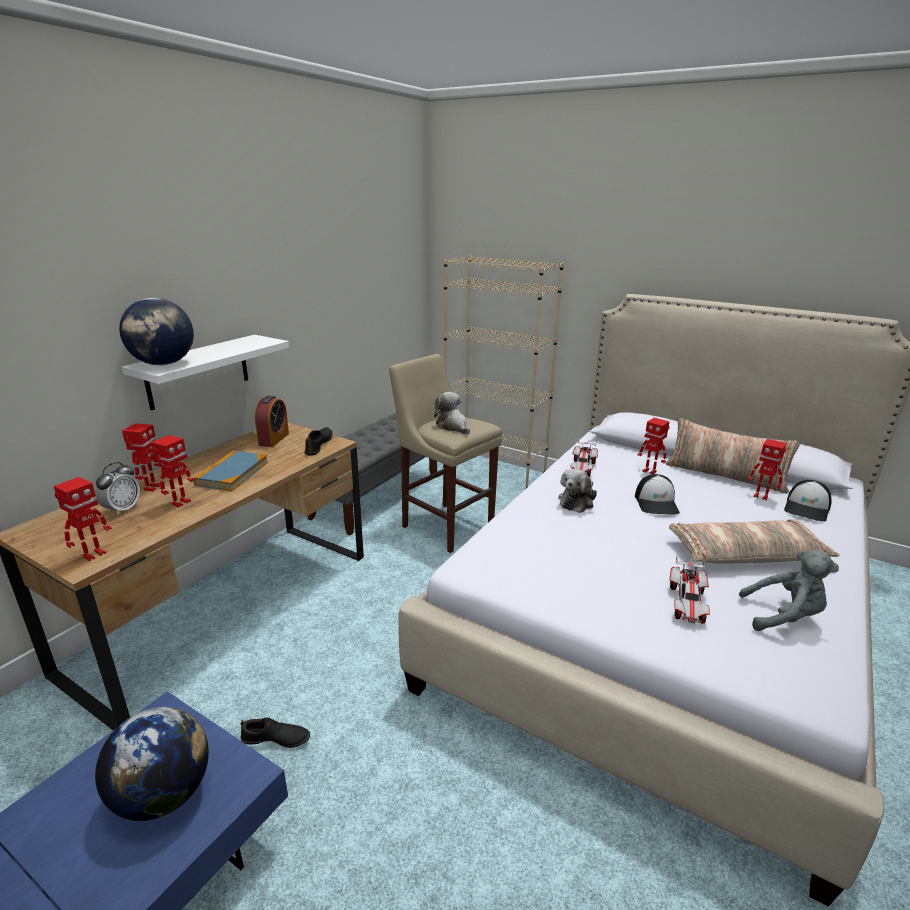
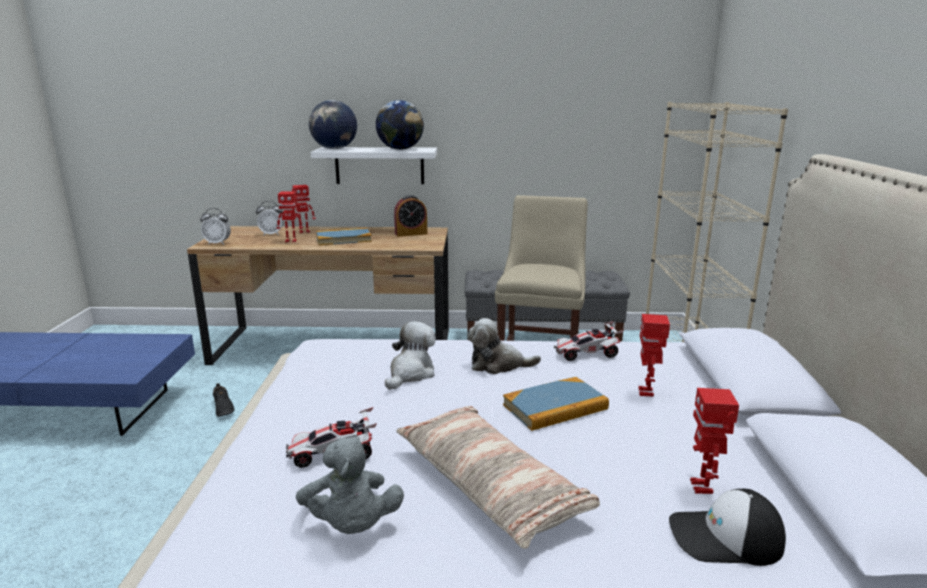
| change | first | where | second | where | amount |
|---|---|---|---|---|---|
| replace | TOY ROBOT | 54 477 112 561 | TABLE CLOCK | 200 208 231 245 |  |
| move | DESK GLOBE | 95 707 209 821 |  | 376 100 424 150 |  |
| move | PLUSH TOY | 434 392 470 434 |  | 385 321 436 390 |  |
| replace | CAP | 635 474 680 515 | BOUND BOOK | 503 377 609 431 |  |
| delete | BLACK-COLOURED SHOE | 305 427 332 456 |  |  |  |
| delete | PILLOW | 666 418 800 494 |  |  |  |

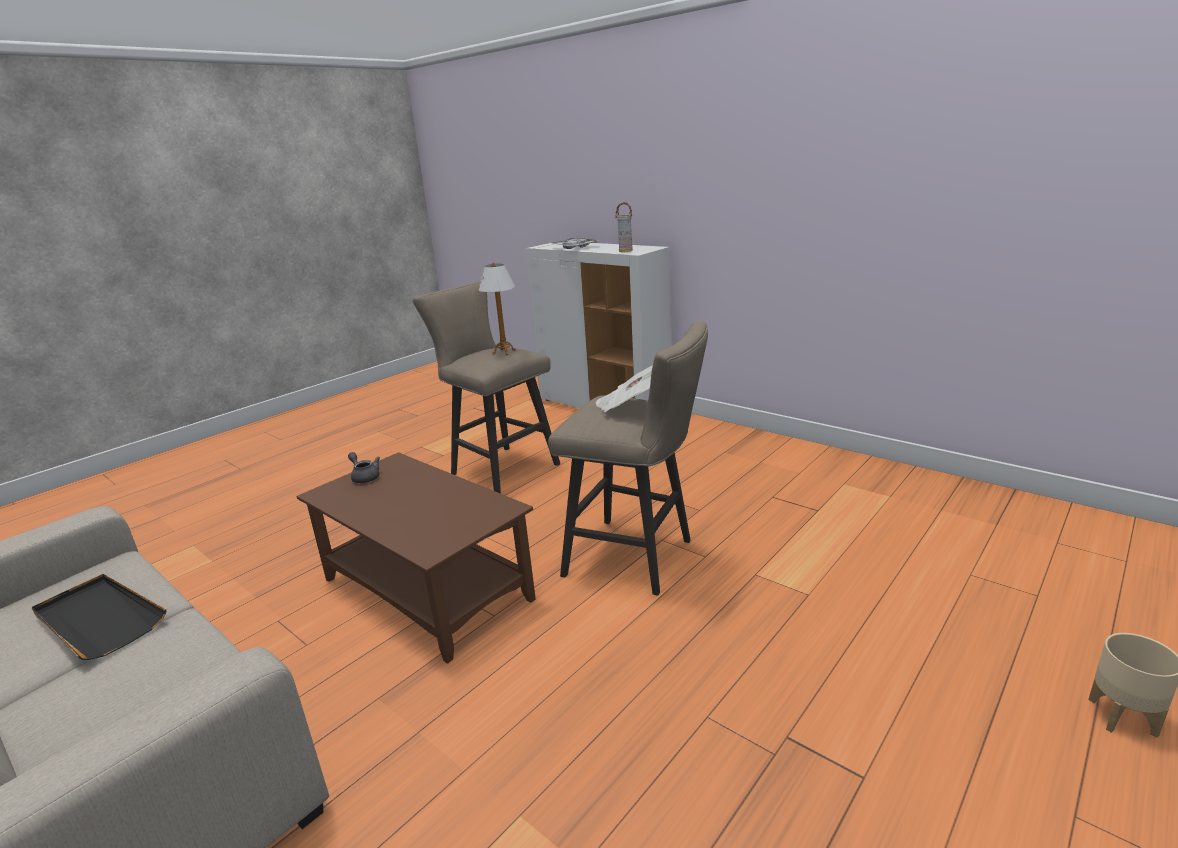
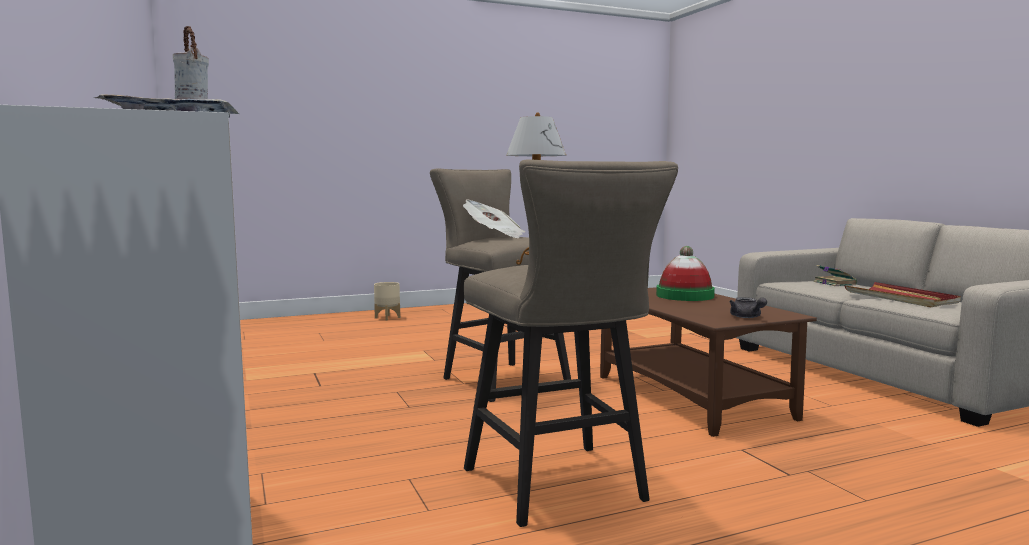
| change | first | where | second | where | amount |
|---|---|---|---|---|---|
| insert |  |  | HAT | 656 246 715 301 |  |
| insert |  |  | BOUND BOOK | 813 265 857 286 |  |
| recolor | BLACK-COLOURED CARRYING TRAY | 31 574 166 660 | RED-COLOURED CARRYING TRAY | 845 282 961 307 |  |

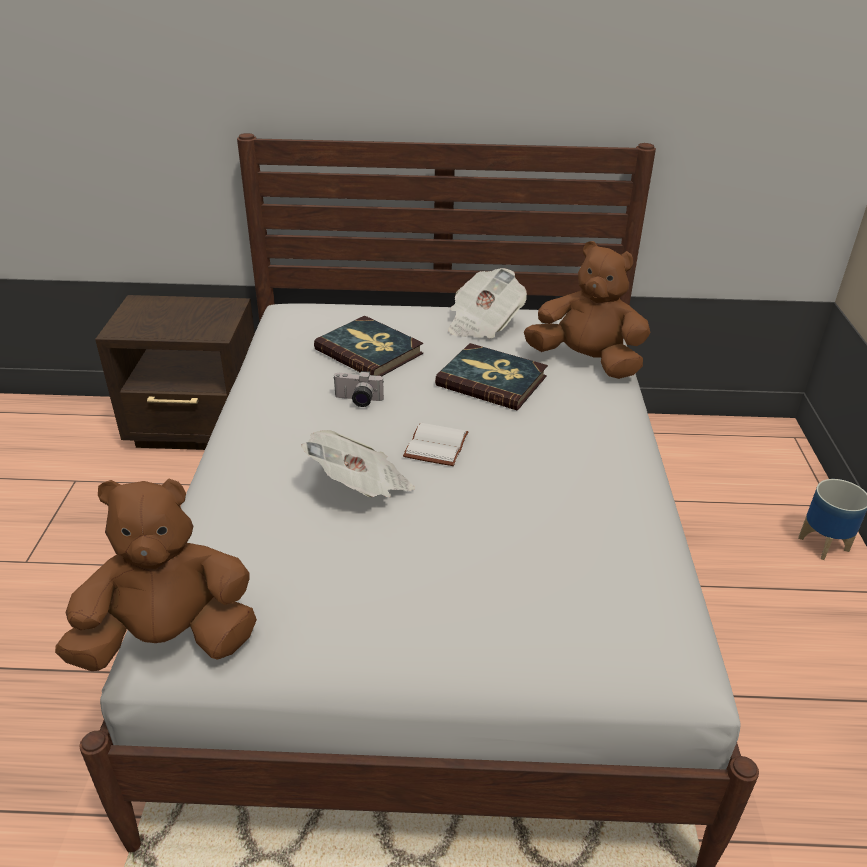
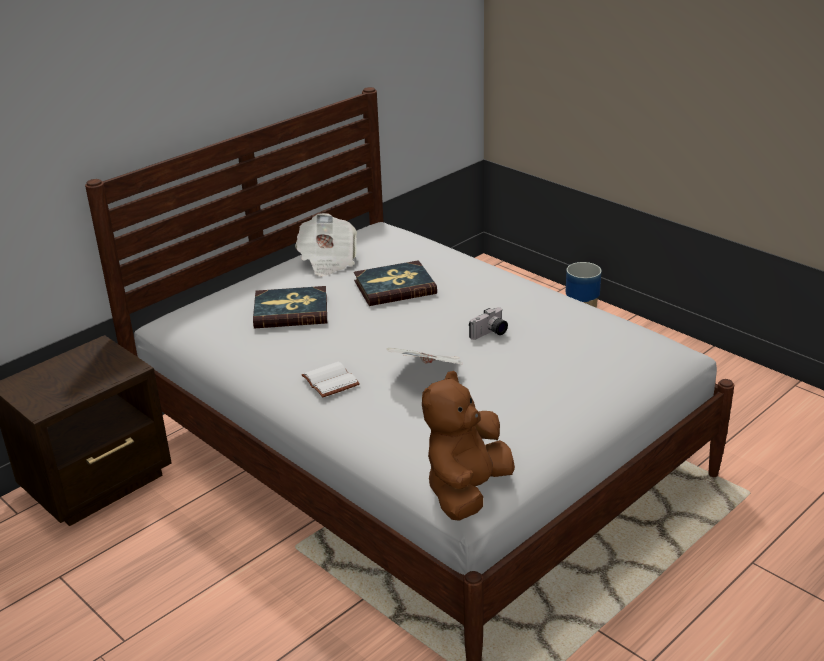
| change | first | where | second | where | amount |
|---|---|---|---|---|---|
| move | WHITE-COLOURED BOUND BOOK | 403 423 468 466 |  | 301 362 360 398 |  |
| move | PHOTO CAMERA | 334 371 384 407 |  | 469 307 508 340 |  |
| delete | BROWNISH PLUSH TOY | 524 241 651 379 |  |  |  |

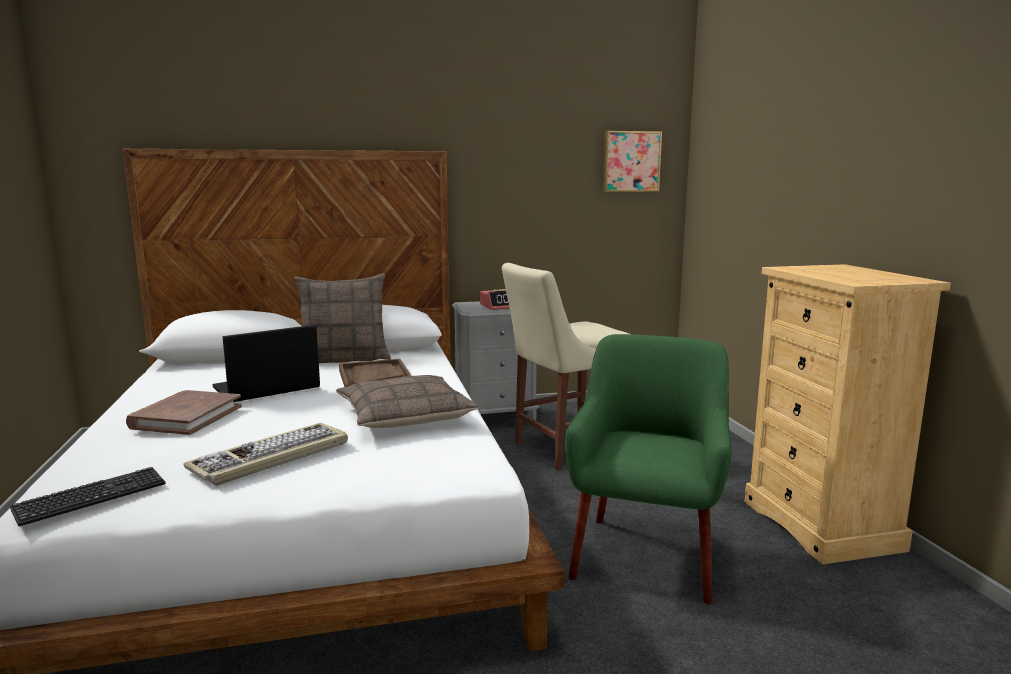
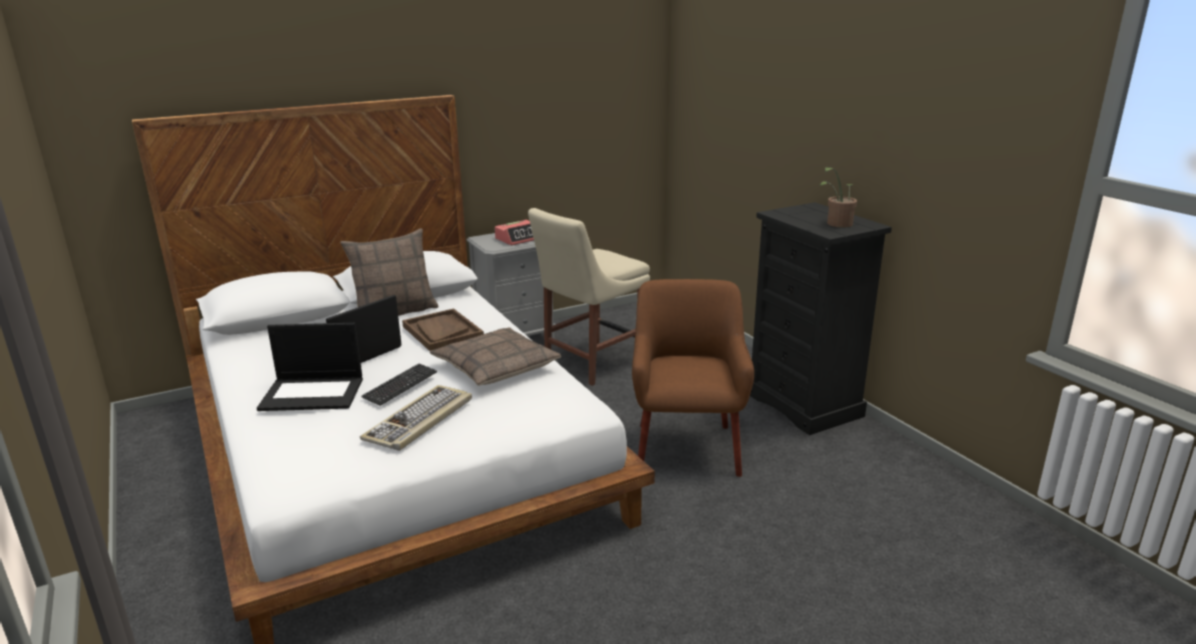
| change | first | where | second | where | amount |
|---|---|---|---|---|---|
| replace | BROWNISH BOUND BOOK | 126 390 242 435 | NOTEBOOK COMPUTER | 257 323 363 411 |  |
| move | KEYBOARD | 9 467 166 526 |  | 361 364 437 406 |  |
| recolor | GREEN-COLOURED EASY CHAIR | 565 334 732 605 | BROWNISH EASY CHAIR | 632 279 754 477 |  |
| recolor | BEIGE CHEST OF DRAWERS | 744 264 951 565 | BLACK-COLOURED CHEST OF DRAWERS | 750 202 892 435 |  |
| insert |  |  | PLANT IN A POT | 819 167 857 227 |  |
| delete | WALL ART | 602 131 662 192 |  |  |  |

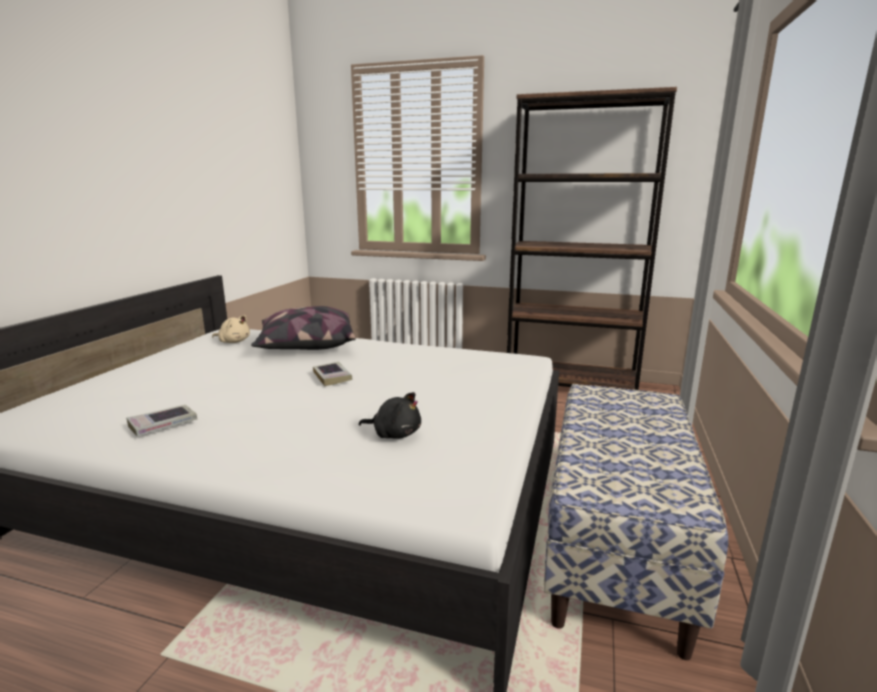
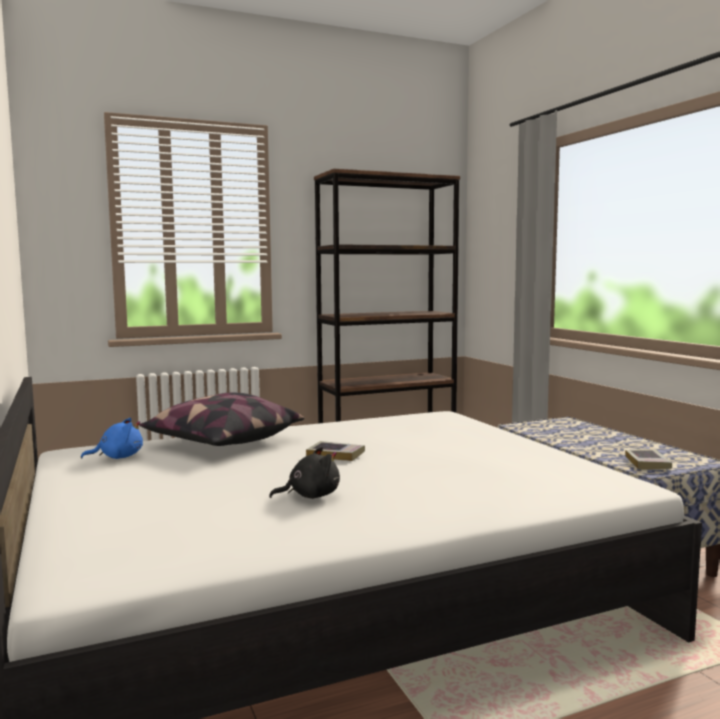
| change | first | where | second | where | amount |
|---|---|---|---|---|---|
| recolor | BEIGE PLUSH TOY | 212 315 250 343 | BLUISH PLUSH TOY | 81 418 143 459 |  |
| move | BLACK-COLOURED PLUSH TOY | 359 392 421 439 |  | 269 447 340 499 |  |
| move | BOUND BOOK | 126 405 197 436 |  | 625 449 672 470 |  |

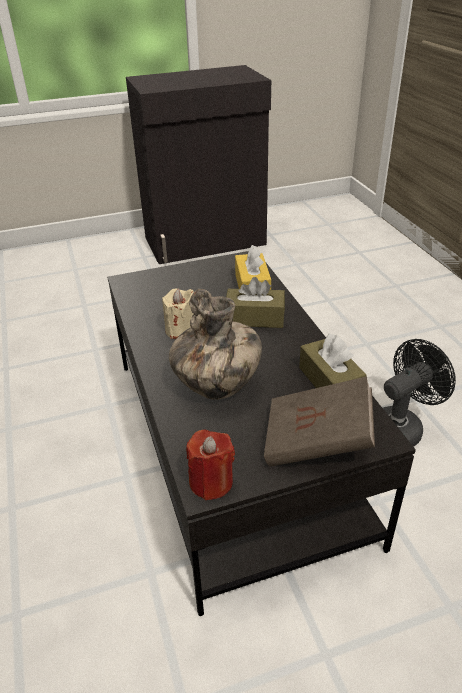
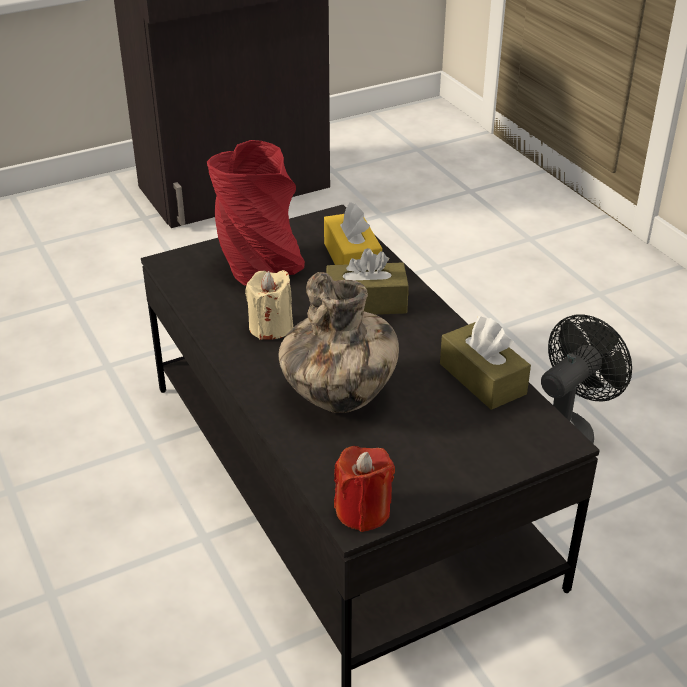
| change | first | where | second | where | amount |
|---|---|---|---|---|---|
| insert |  |  | RED-COLOURED VASE | 207 140 305 286 |  |
| delete | BROWNISH BOUND BOOK | 264 376 375 467 |  |  |  |

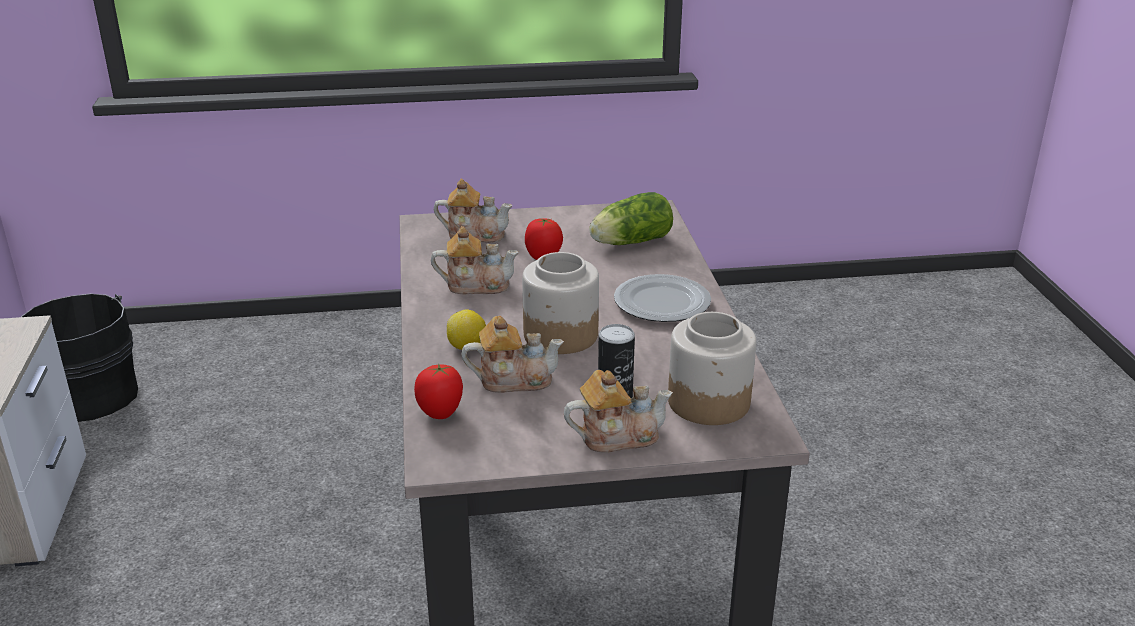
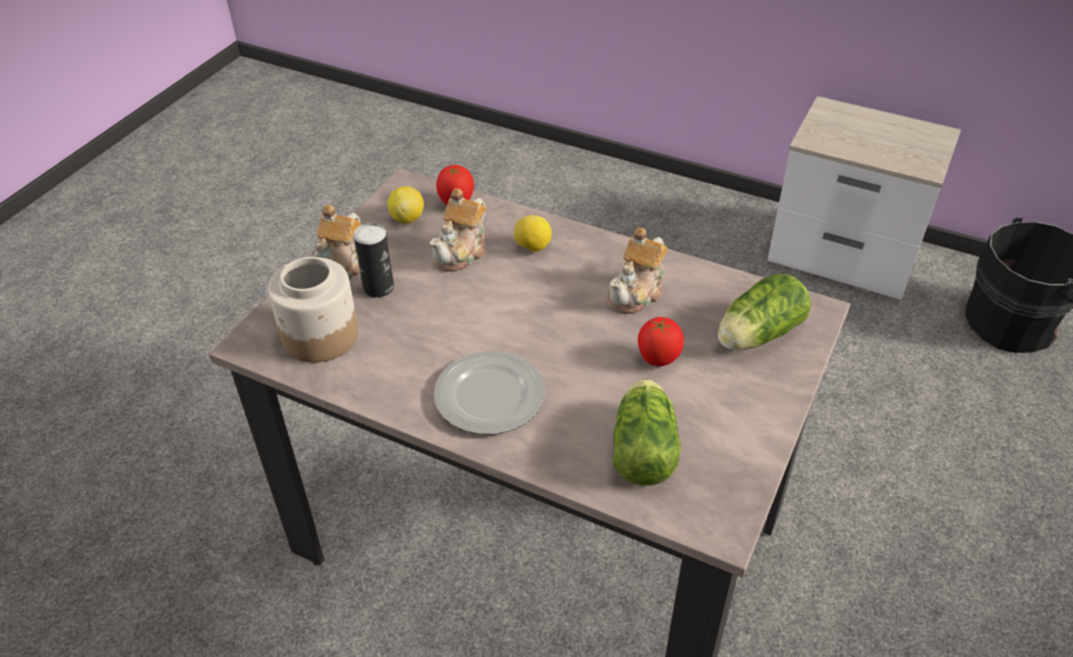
| change | first | where | second | where | amount |
|---|---|---|---|---|---|
| insert |  |  | CITRUS FRUIT | 387 186 424 223 |  |
| replace | TEA POT | 434 179 512 243 | HEAD OF LETTUCE | 718 274 811 350 |  |
| delete | STORAGE JAR | 522 252 599 354 |  |  |  |

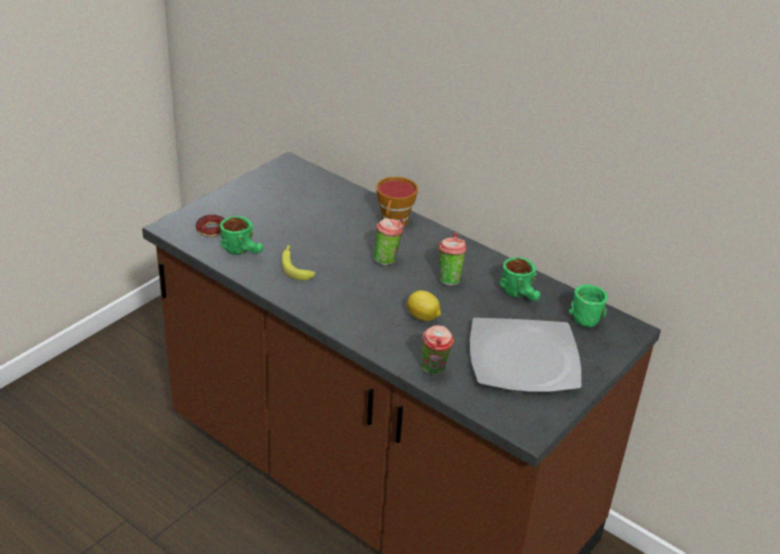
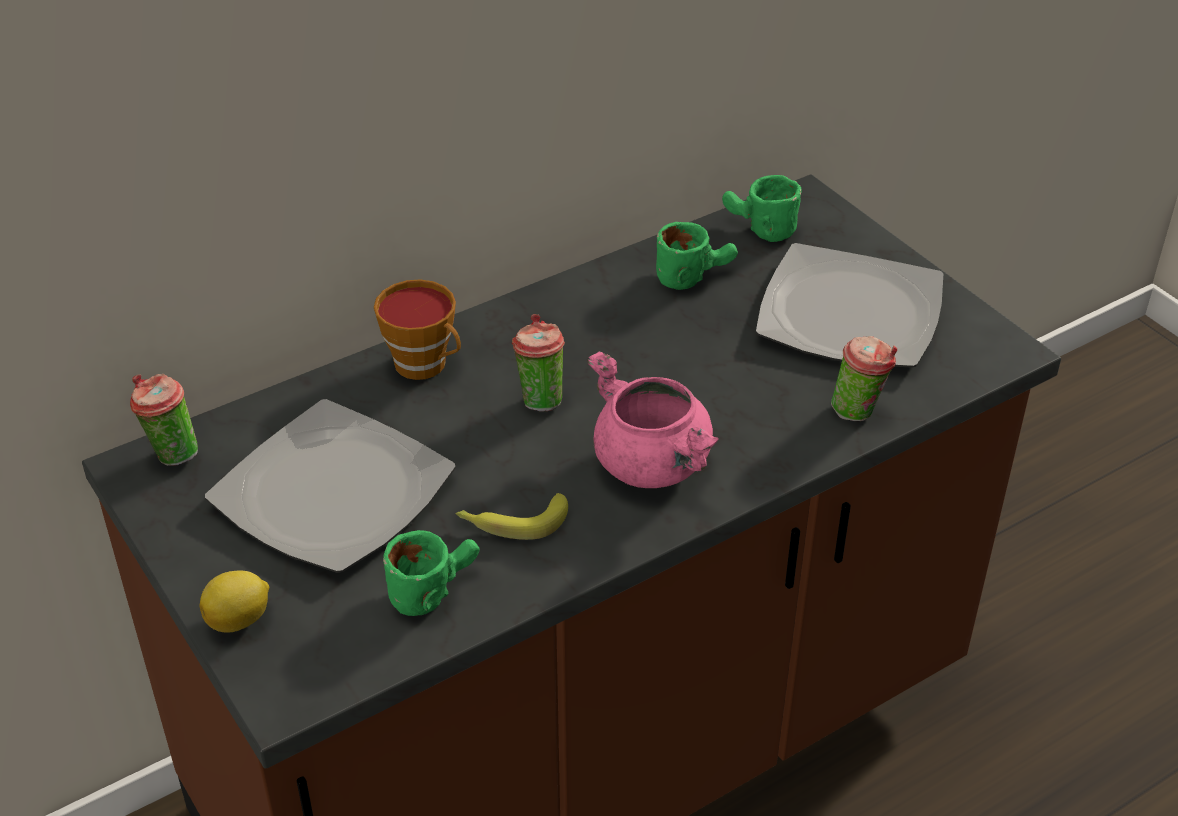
| change | first | where | second | where | amount |
|---|---|---|---|---|---|
| move | CUP | 439 233 466 286 |  | 130 374 198 466 |  |
| move | CITRUS FRUIT | 407 290 441 321 |  | 200 571 269 633 |  |
| insert |  |  | PLATE | 205 399 456 573 |  |
| insert |  |  | PINK-COLOURED COOKING POT | 587 351 719 488 |  |
| delete | RING DOUGHNUT | 196 215 225 237 |  |  |  |

